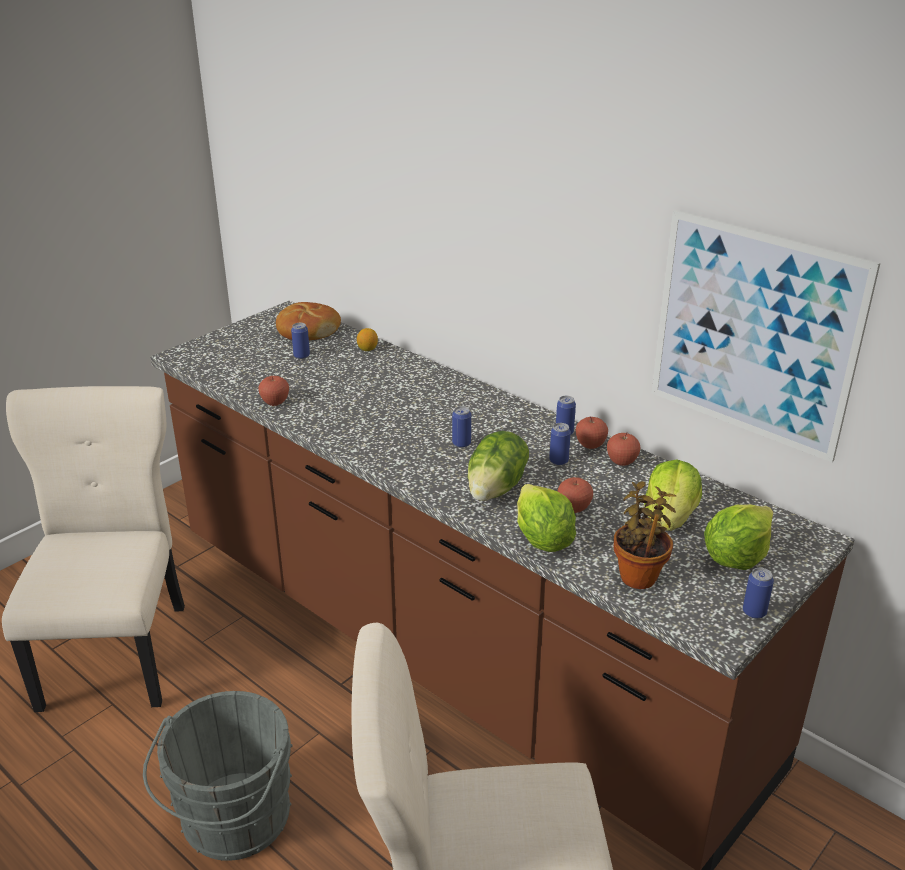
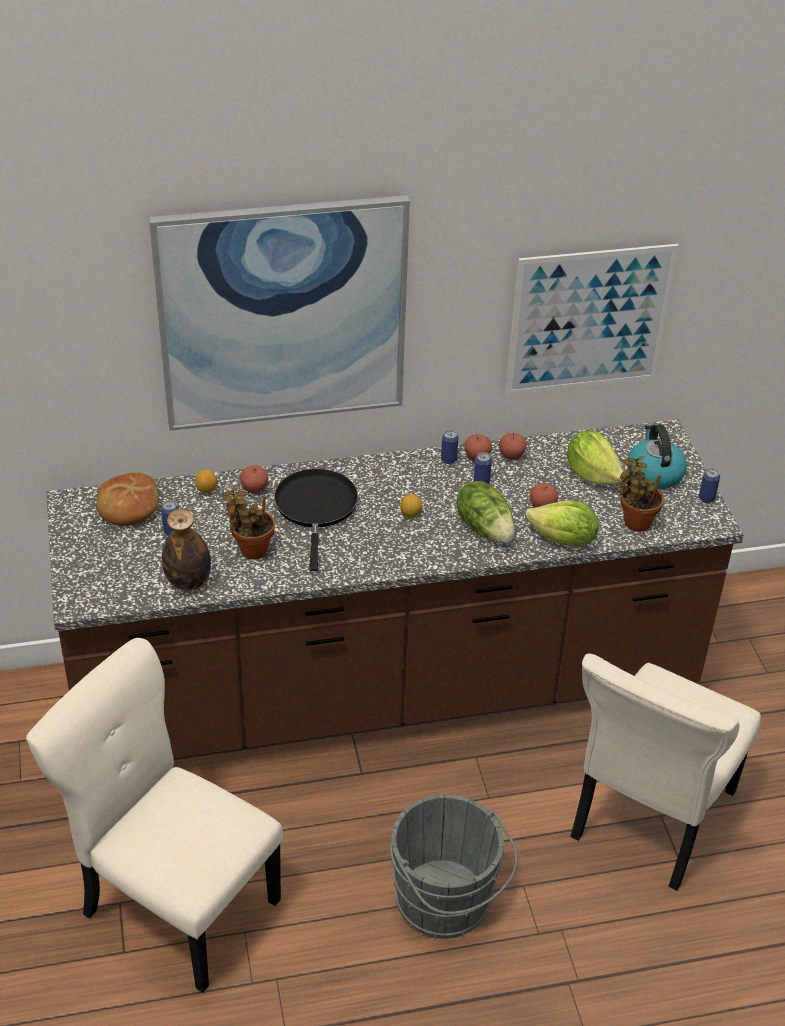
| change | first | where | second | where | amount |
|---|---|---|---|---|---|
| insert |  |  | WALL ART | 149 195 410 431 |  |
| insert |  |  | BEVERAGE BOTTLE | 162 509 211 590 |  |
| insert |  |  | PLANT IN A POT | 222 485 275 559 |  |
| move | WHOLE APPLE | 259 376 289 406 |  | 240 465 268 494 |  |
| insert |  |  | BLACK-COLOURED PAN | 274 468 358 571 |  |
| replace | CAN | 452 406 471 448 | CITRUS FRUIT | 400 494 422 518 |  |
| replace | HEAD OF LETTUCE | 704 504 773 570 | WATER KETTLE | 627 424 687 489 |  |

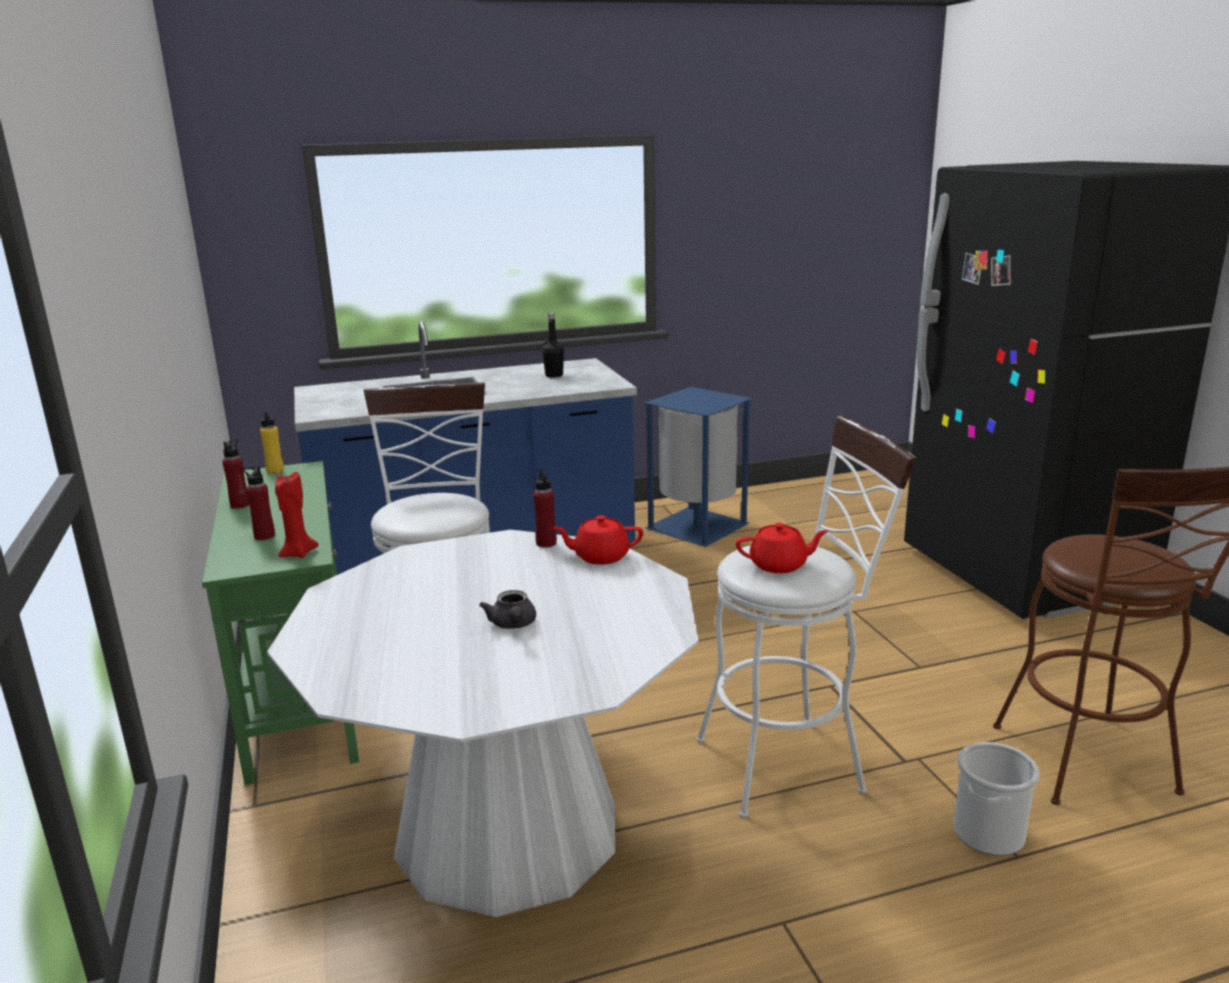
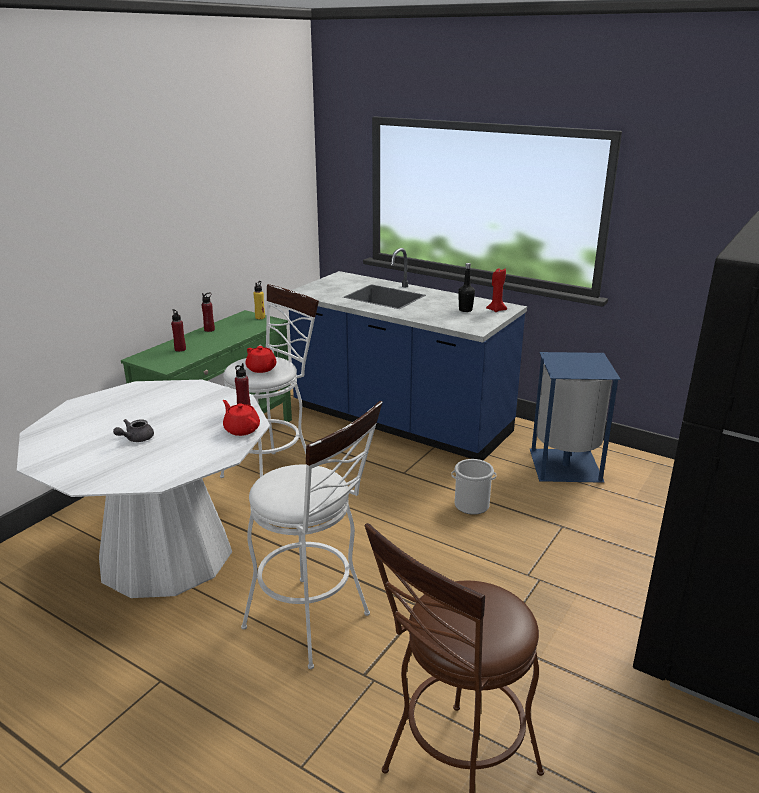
| change | first | where | second | where | amount |
|---|---|---|---|---|---|
| move | RED-COLOURED TEA POT | 736 523 828 573 |  | 246 346 277 373 |  |
| move | BUCKET | 953 742 1040 856 |  | 451 459 496 515 |  |
| move | RED-COLOURED CANDLE | 275 472 319 558 |  | 486 267 507 312 |  |

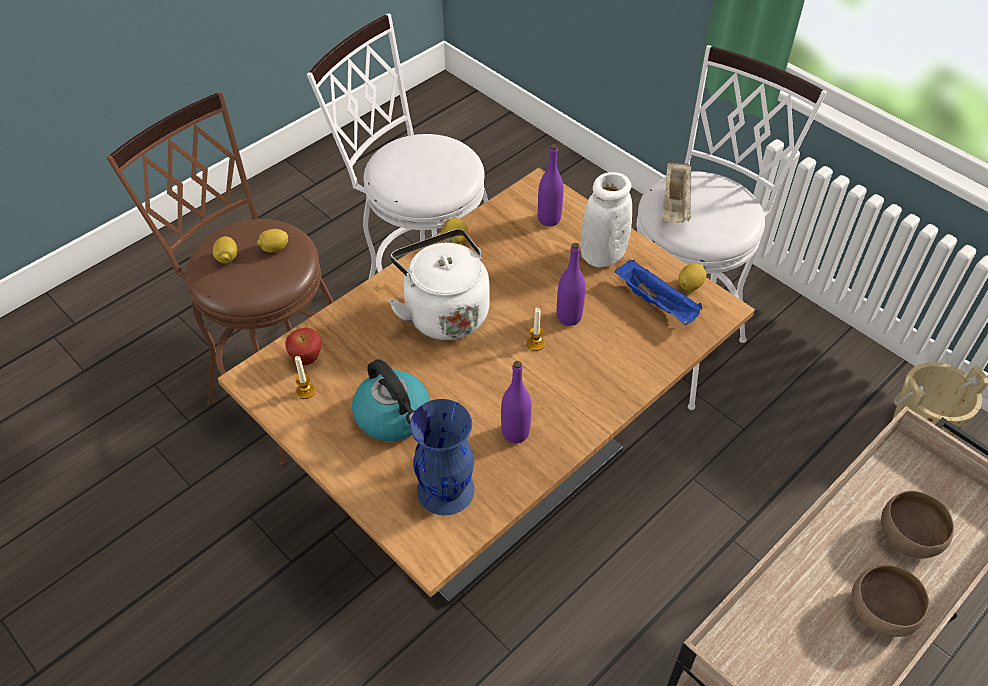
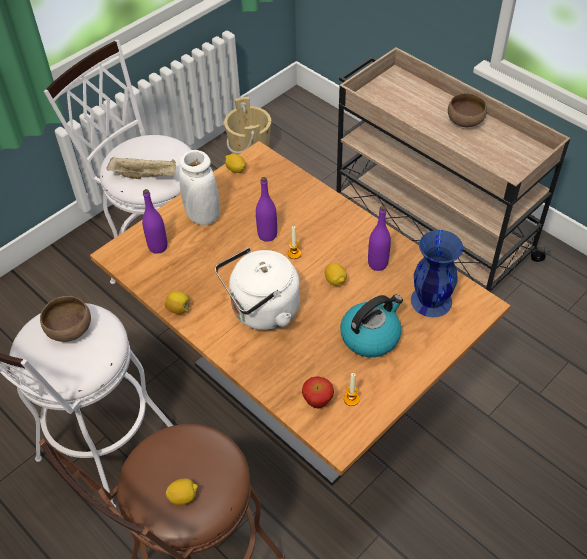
| change | first | where | second | where | amount |
|---|---|---|---|---|---|
| move | BROWNISH SERVING BOWL | 881 491 954 558 |  | 40 296 91 342 |  |
| move | CITRUS FRUIT | 257 229 288 252 |  | 325 263 347 286 |  |
| delete | BLUISH CARRYING TRAY | 615 260 702 325 |  |  |  |

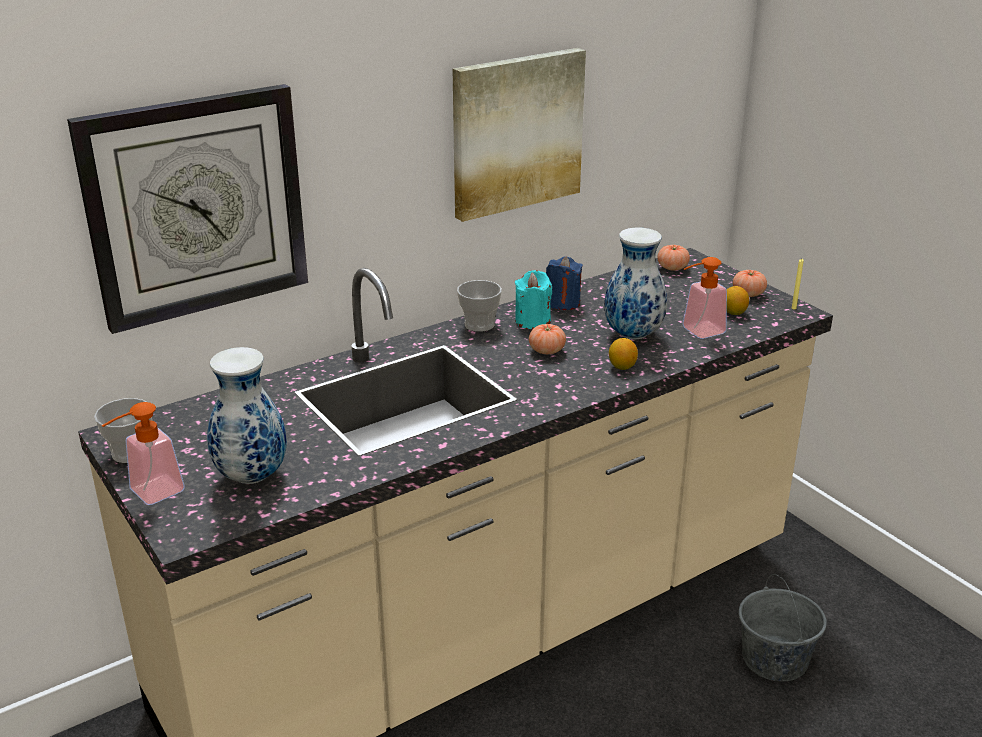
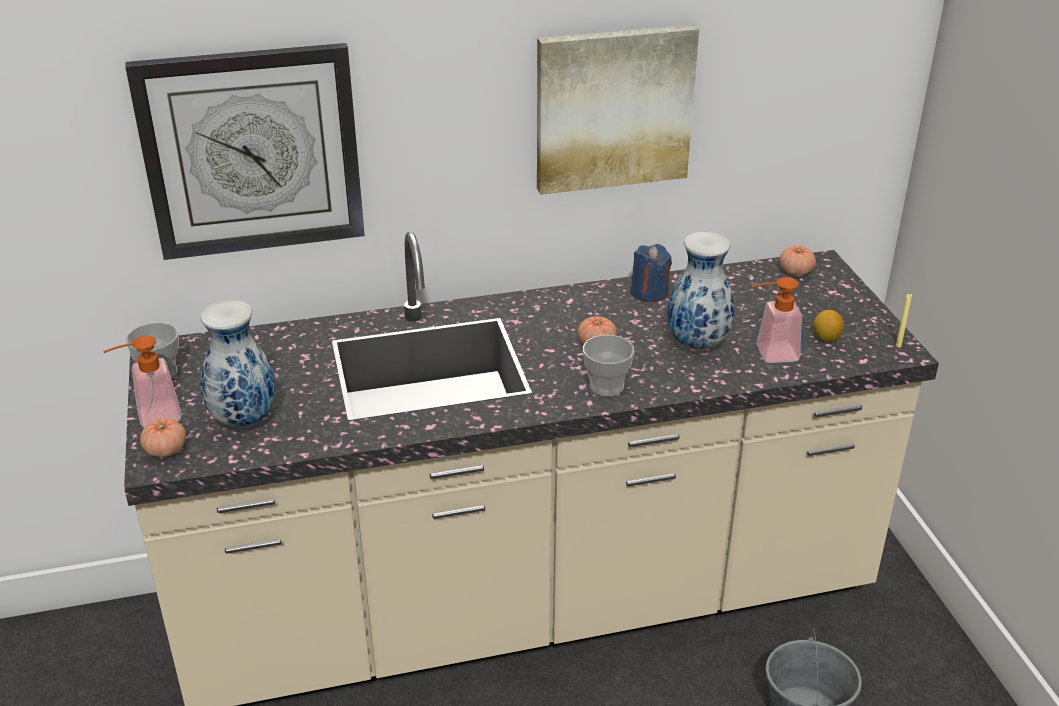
| change | first | where | second | where | amount |
|---|---|---|---|---|---|
| move | FRESH TOMATO | 733 270 767 297 |  | 140 419 186 457 |  |
| move | CUP | 457 280 502 332 |  | 583 335 634 396 |  |
| delete | TURQUOISE-COLOURED CANDLE | 515 270 552 329 |  |  |  |
| delete | CITRUS FRUIT | 609 338 638 370 |  |  |  |

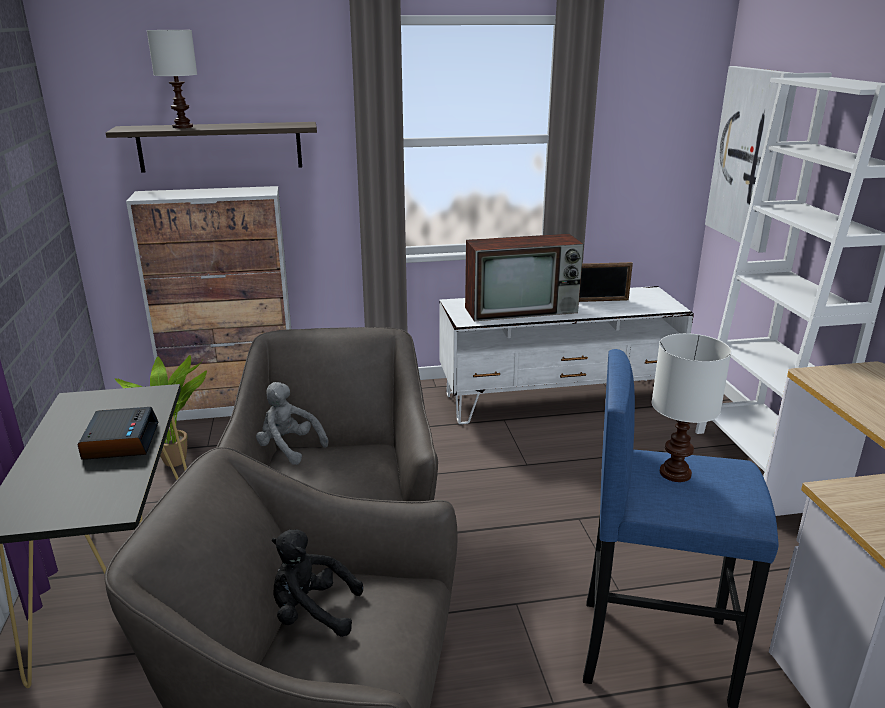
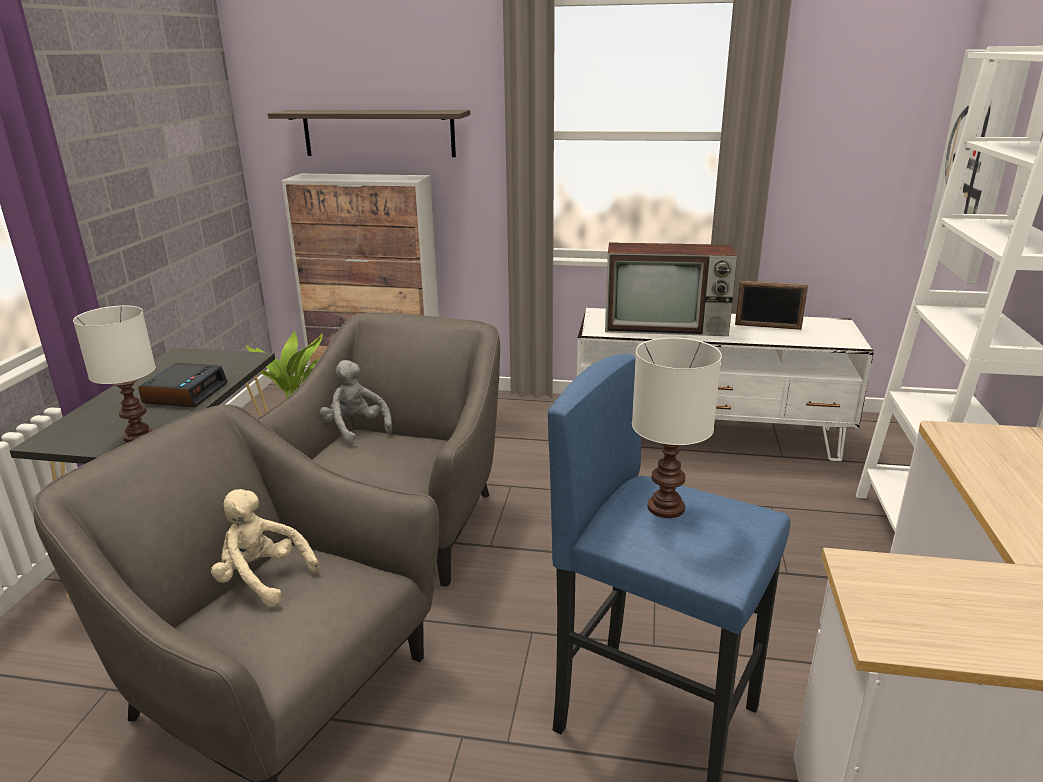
| change | first | where | second | where | amount |
|---|---|---|---|---|---|
| move | WHITE-COLOURED LAMP FOR A TABLE | 147 30 197 128 |  | 73 306 156 443 |  |
| recolor | BLACK-COLOURED PLUSH TOY | 272 529 363 637 | BEIGE PLUSH TOY | 211 489 319 607 |  |

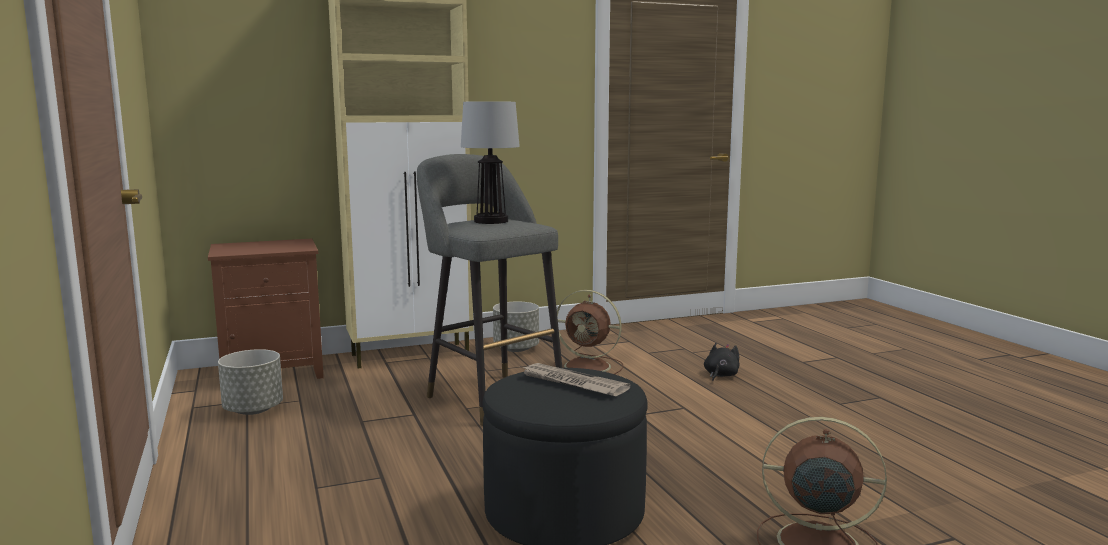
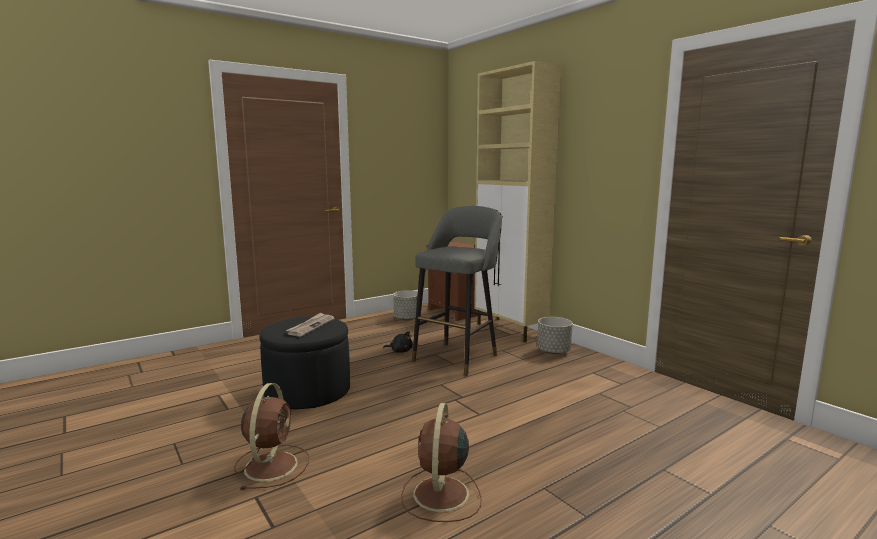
| change | first | where | second | where | amount |
|---|---|---|---|---|---|
| move | BLACK-COLOURED PLUSH TOY | 704 343 739 381 |  | 383 332 413 353 |  |
| move | BROWNISH ELECTRIC FAN | 554 290 623 374 |  | 401 403 482 522 |  |
| delete | LAMP FOR A TABLE | 461 102 520 224 |  |  |  |

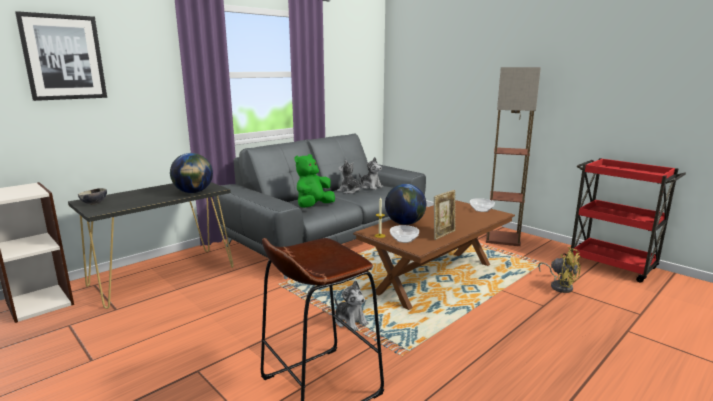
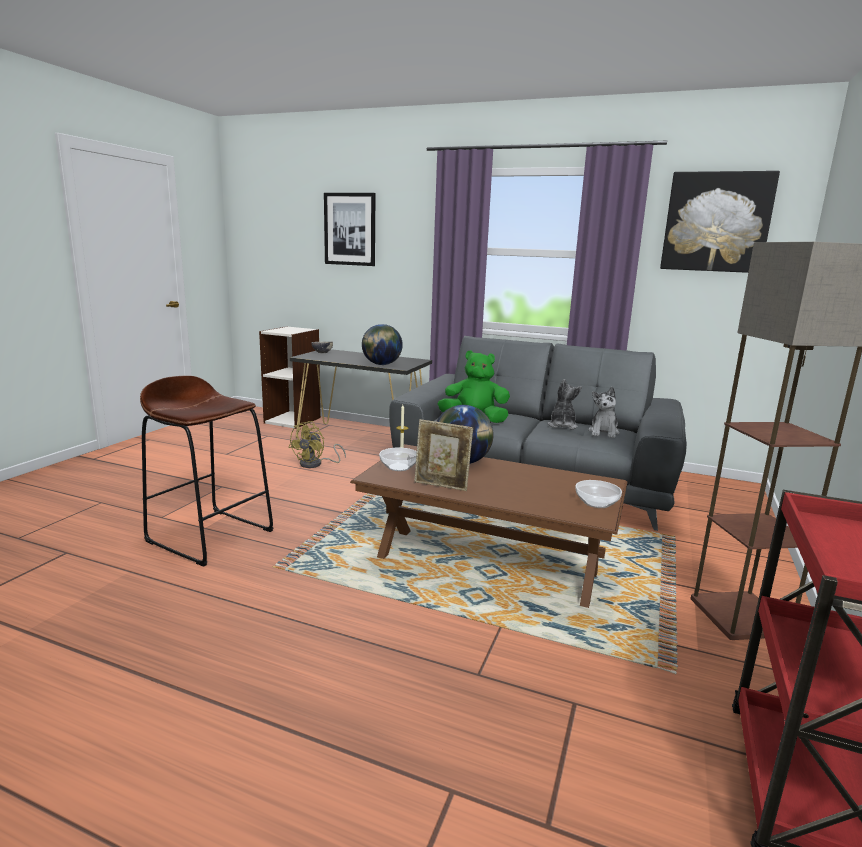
| change | first | where | second | where | amount |
|---|---|---|---|---|---|
| move | YELLOWISH ELECTRIC FAN | 538 247 582 293 |  | 288 421 346 468 |  |
| insert |  |  | WALL ART | 660 171 780 273 |  |
| delete | PLUSH TOY | 334 280 369 331 |  |  |  |

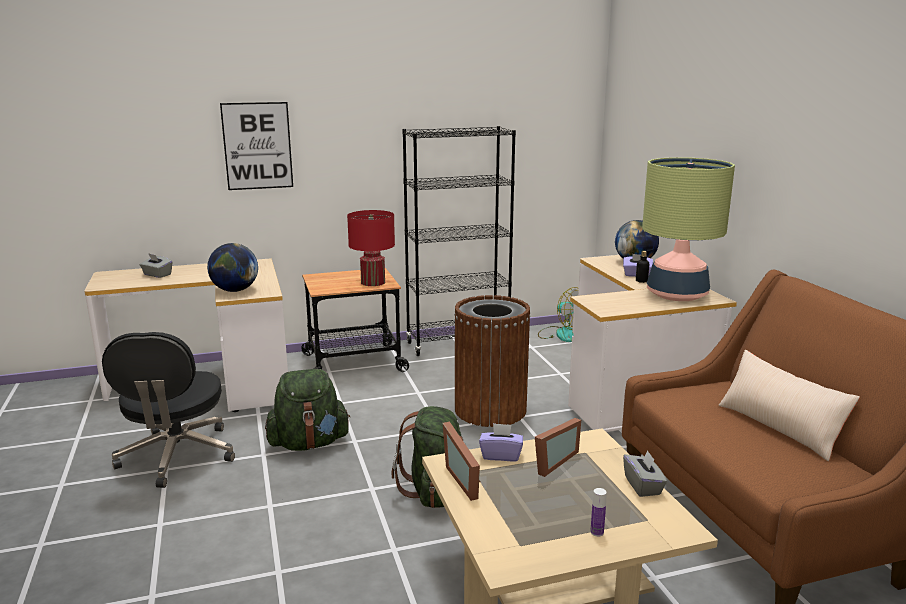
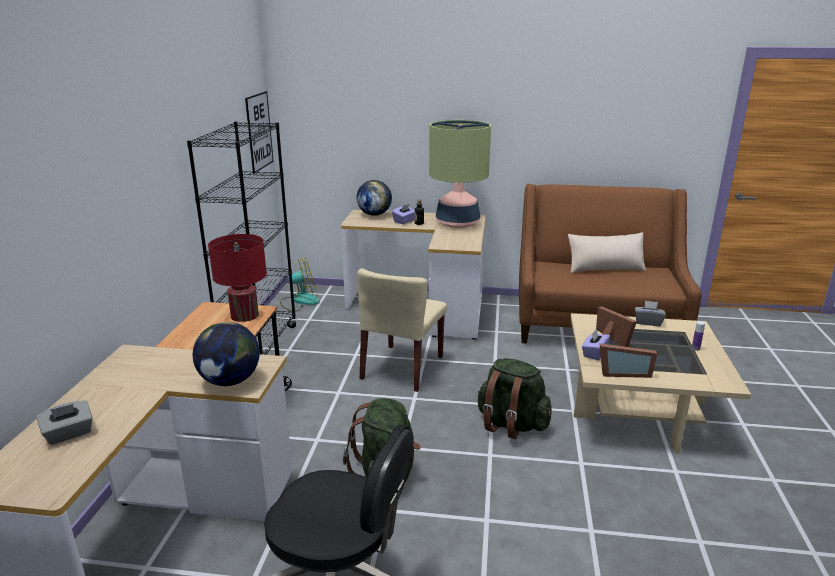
| change | first | where | second | where | amount |
|---|---|---|---|---|---|
| move | WALL ART | 220 102 293 190 |  | 245 91 273 174 |  |
| replace | BROWNISH TRASH CAN | 454 295 531 427 | BEIGE UPRIGHT CHAIR | 357 268 447 392 |  |

